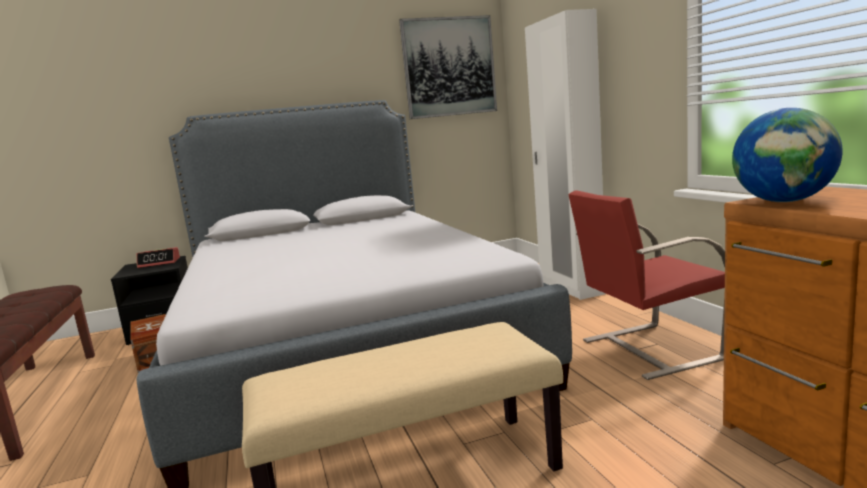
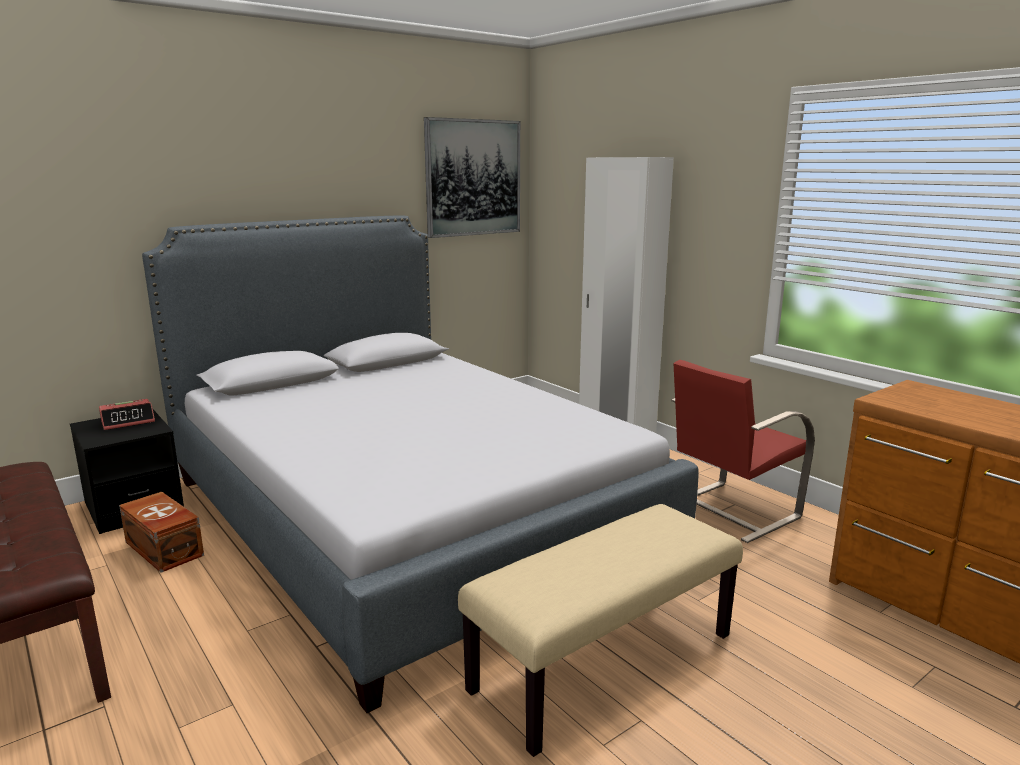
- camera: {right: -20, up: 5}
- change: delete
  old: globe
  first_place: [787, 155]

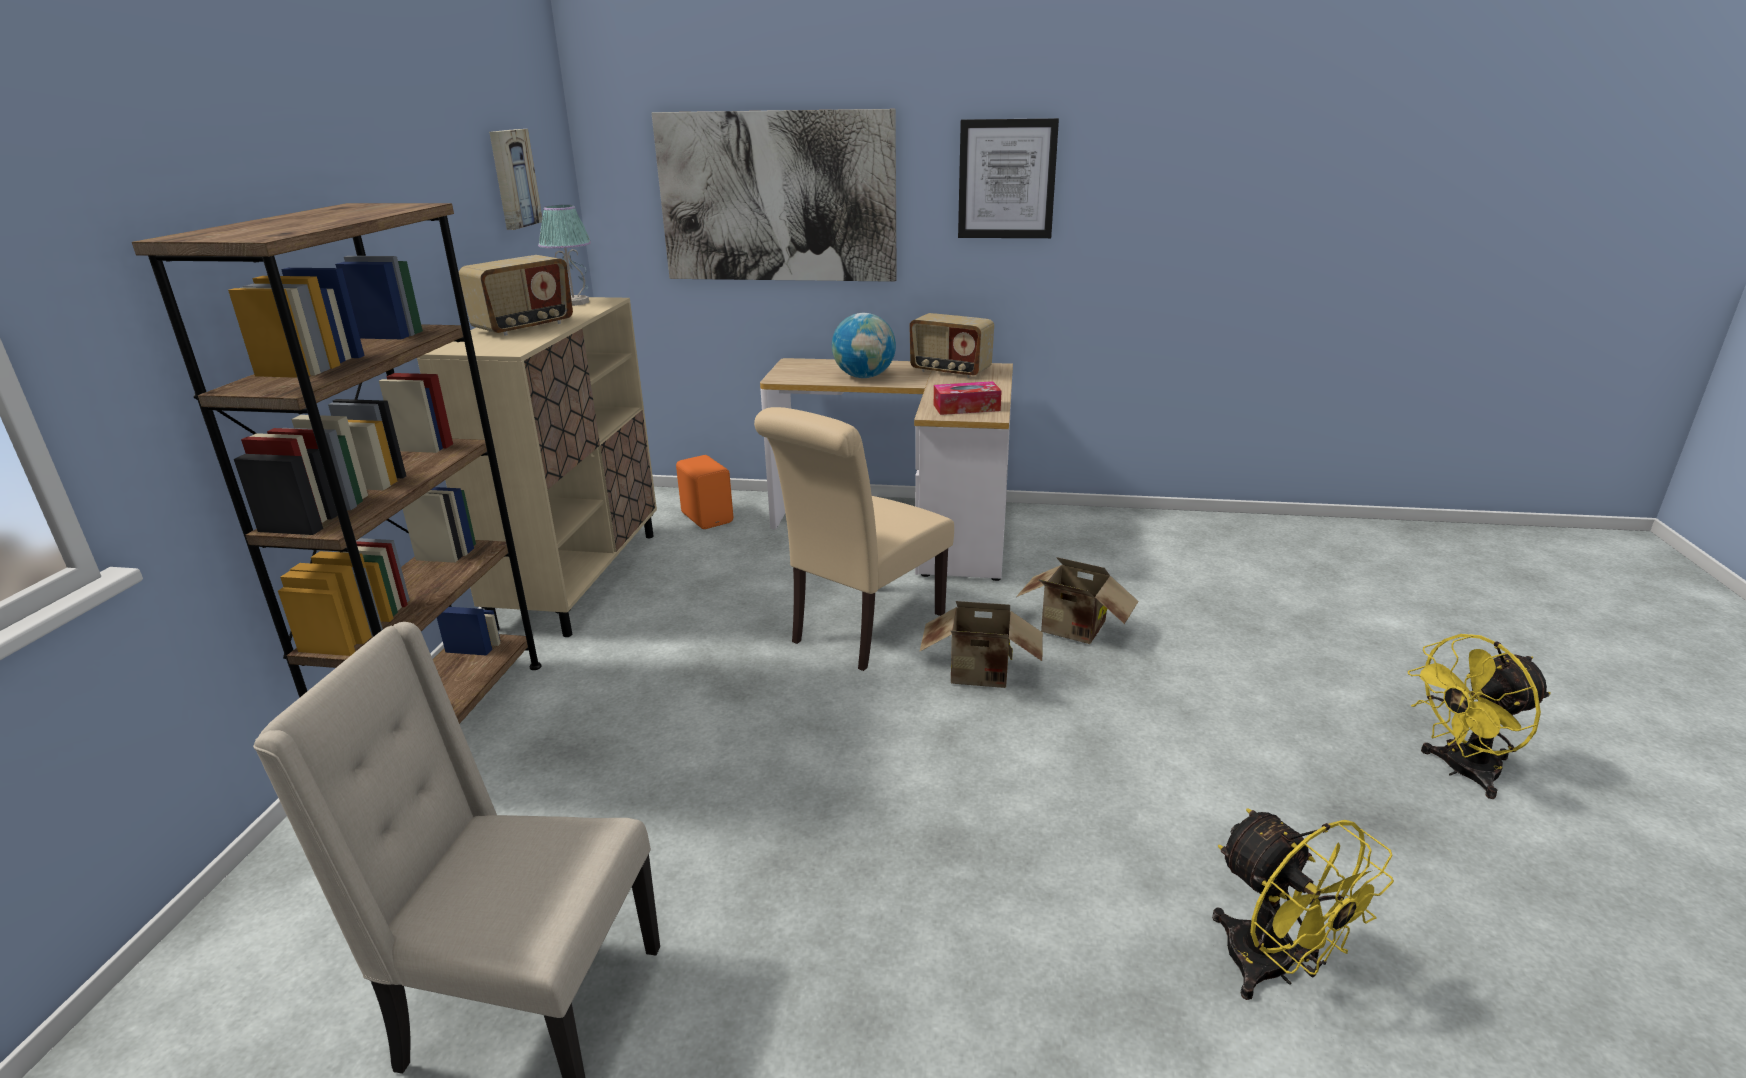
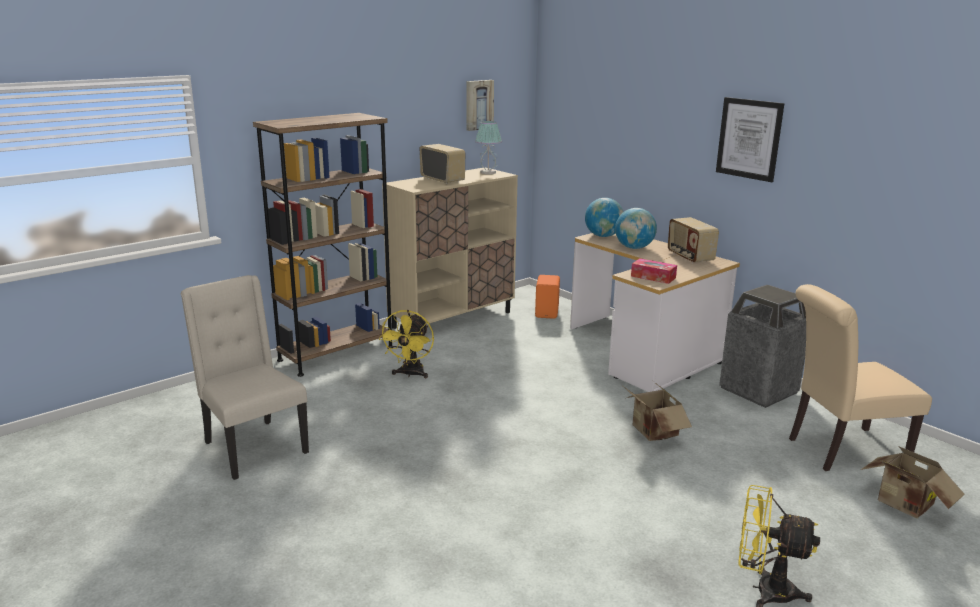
- camera: {right: 40, up: -5}
- change: move
  old: yellow fan
  first_place: [1303, 904]
  second_place: [406, 344]
- change: rotate
  old: radio
  first_place: [516, 295]
  second_place: [442, 164]
  degrees: -120
- change: insert
  new: globe
  second_place: [604, 217]
- change: insert
  new: trash can
  second_place: [762, 346]
- change: move
  old: beige chair
  first_place: [854, 539]
  second_place: [860, 377]
- change: move
  old: cardboard box
  first_place: [981, 644]
  second_place: [913, 482]
- change: delete
  old: picture
  first_place: [774, 195]

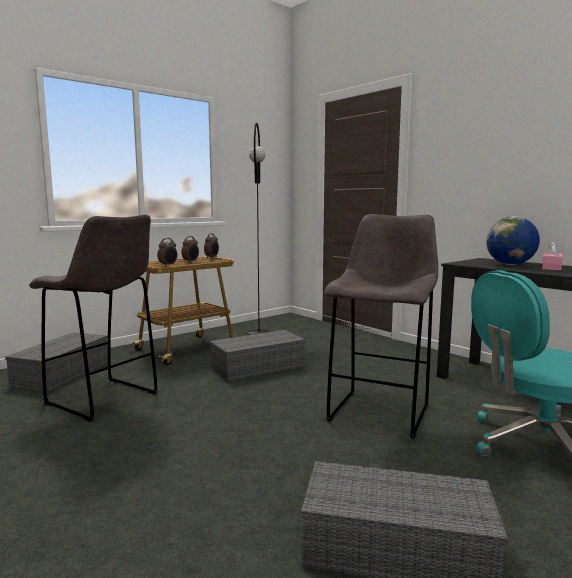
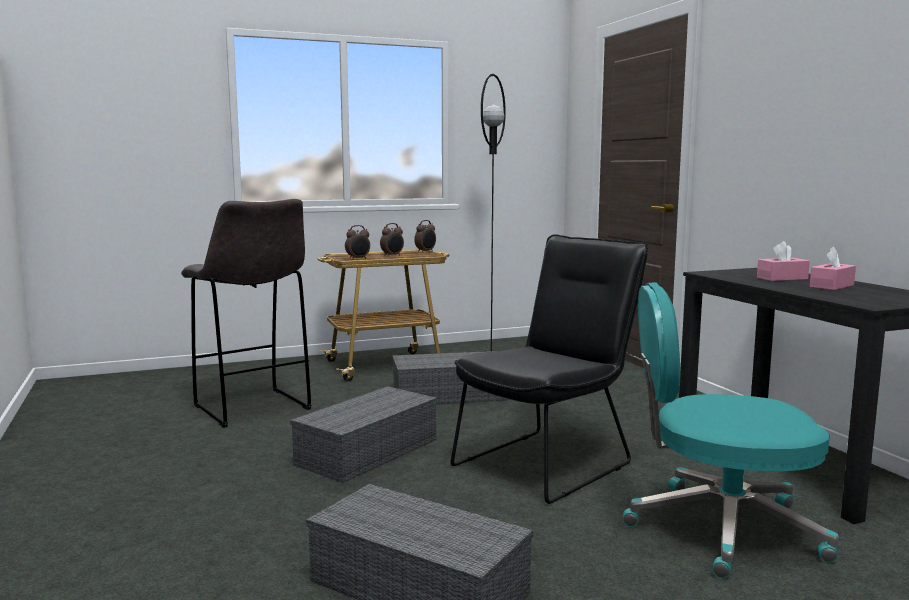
- camera: {right: 20, up: 0}
- change: move
  old: grey storage box
  first_place: [56, 362]
  second_place: [363, 434]
- change: replace
  old: grey stool
  new: black chair
  first_place: [381, 326]
  second_place: [549, 369]
- change: replace
  old: globe
  new: pink tissue box
  first_place: [513, 240]
  second_place: [783, 261]

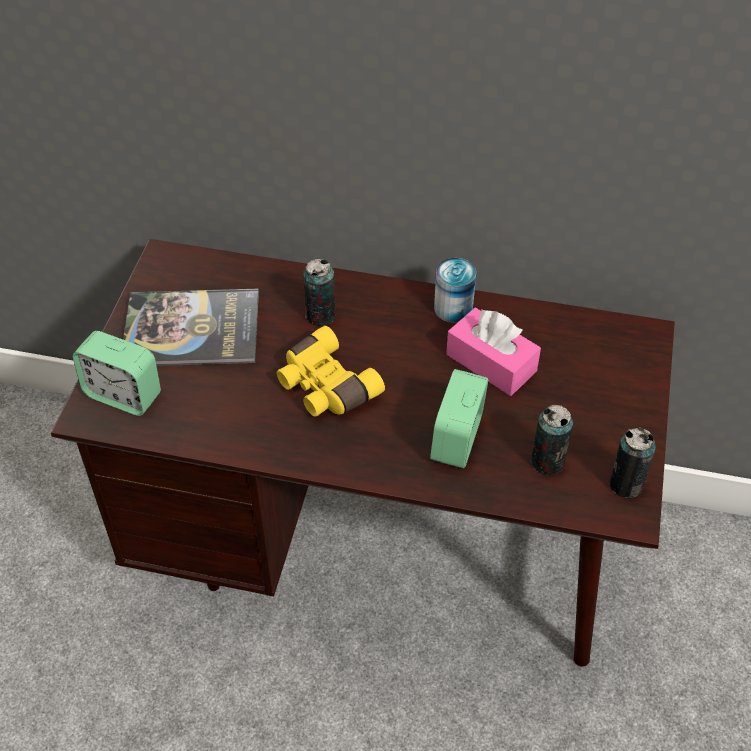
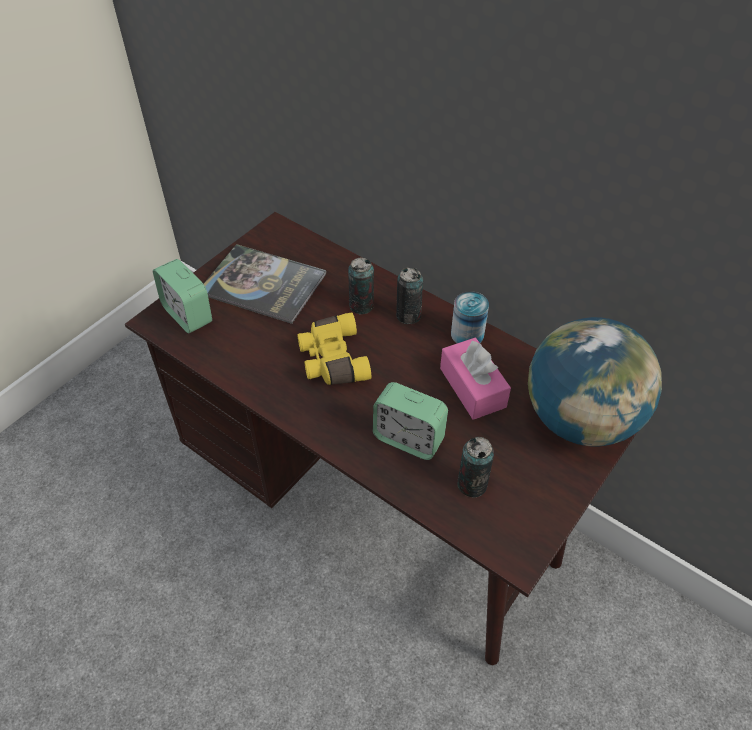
- camera: {right: 25, up: 0}
- change: rotate
  old: alarm clock
  first_place: [459, 418]
  second_place: [410, 421]
  degrees: -105
- change: move
  old: can
  first_place: [632, 462]
  second_place: [409, 295]
- change: insert
  new: globe
  second_place: [595, 382]

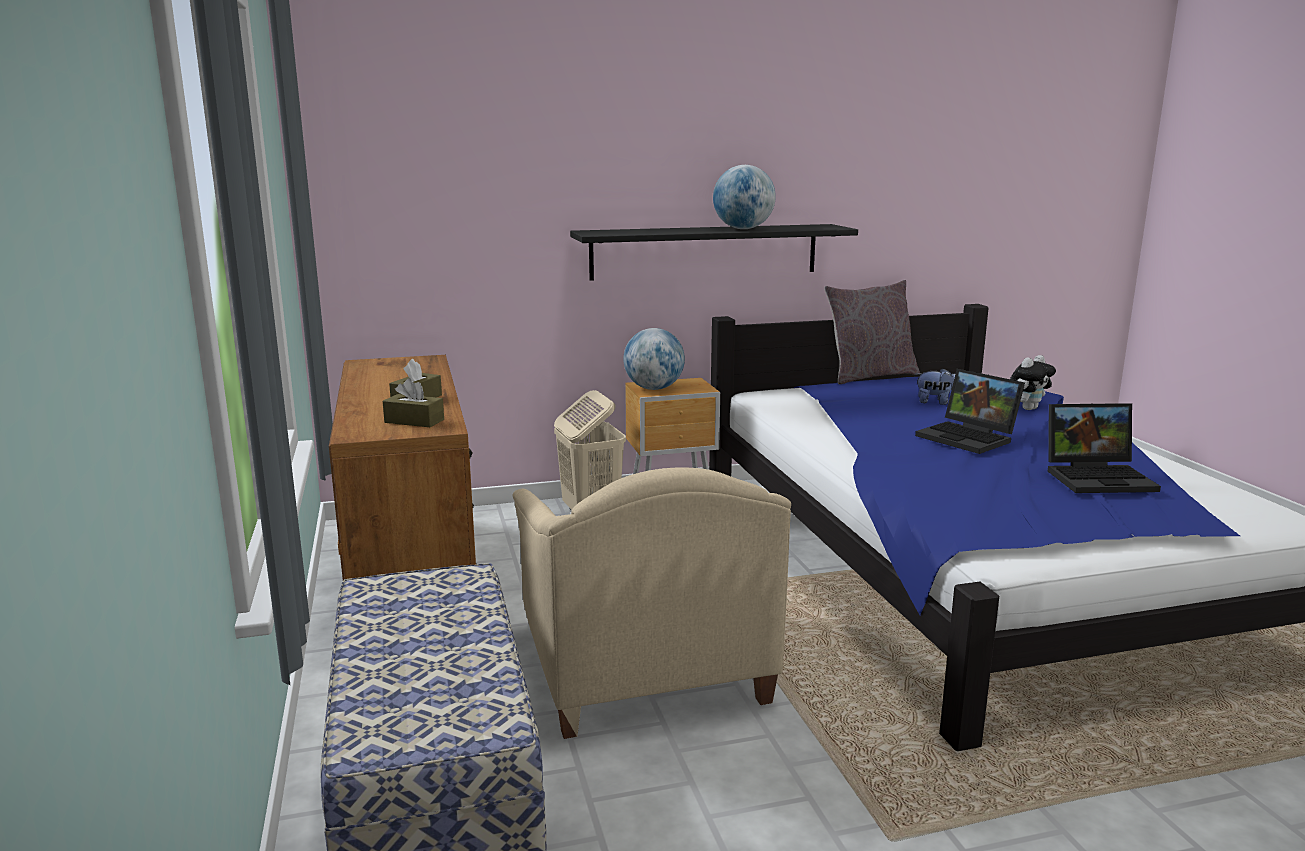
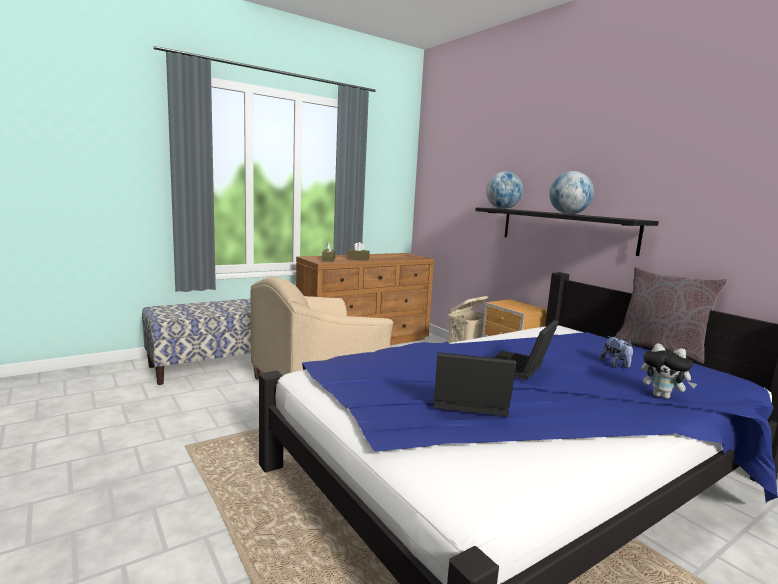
- camera: {right: 70, up: -5}
- change: rotate
  old: laptop
  first_place: [1104, 448]
  second_place: [475, 384]
  degrees: 120
- change: move
  old: globe
  first_place: [654, 359]
  second_place: [504, 190]

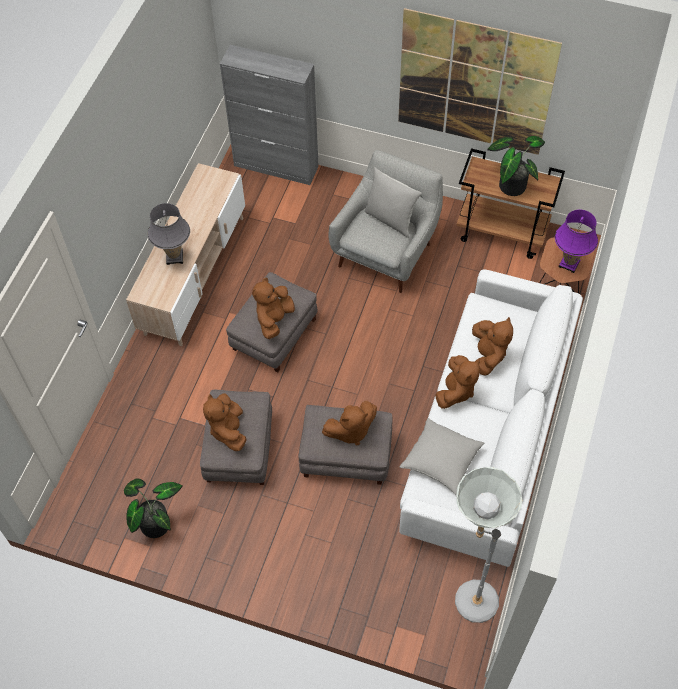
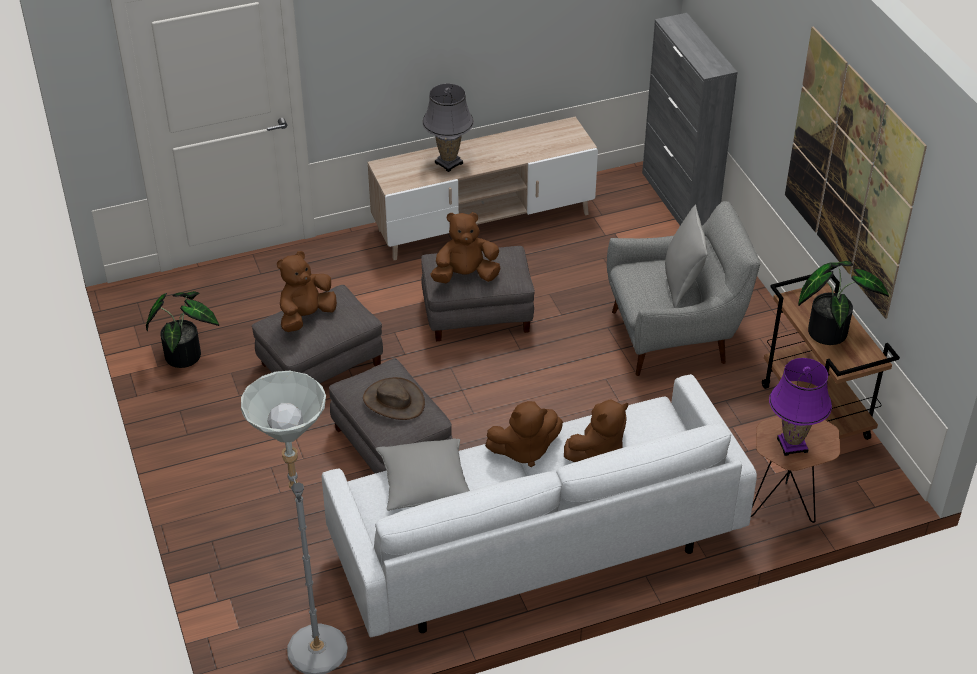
- camera: {right: 50, up: -15}
- change: replace
  old: brown plush toy
  new: brown hat
  first_place: [349, 423]
  second_place: [394, 398]

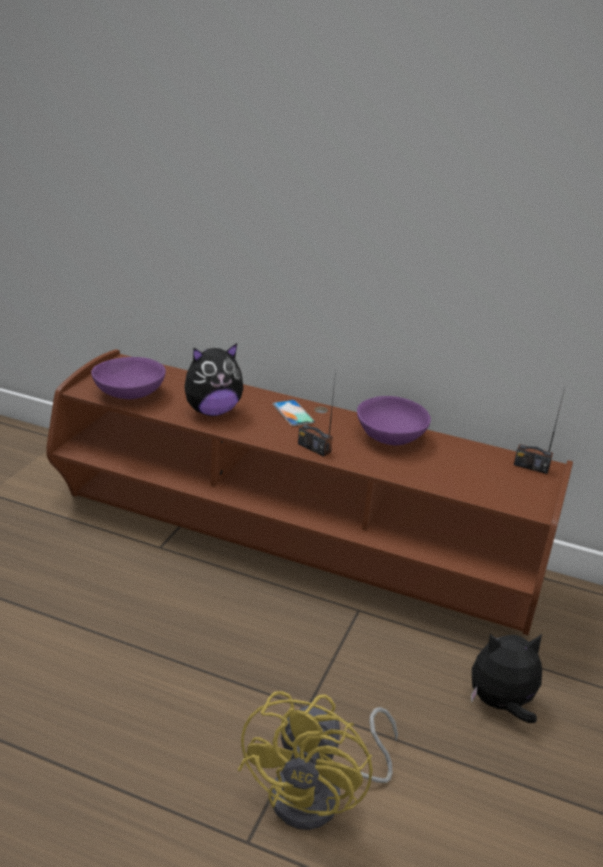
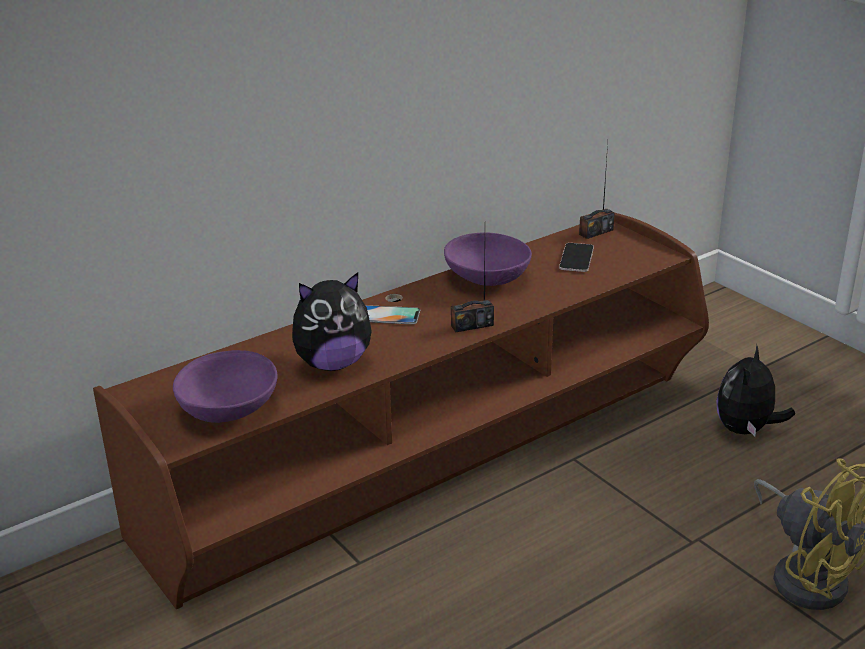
- camera: {right: -55, up: 0}
- change: rotate
  old: plush toy
  first_place: [213, 379]
  second_place: [332, 321]
  degrees: 60
- change: insert
  new: phone
  second_place: [576, 257]

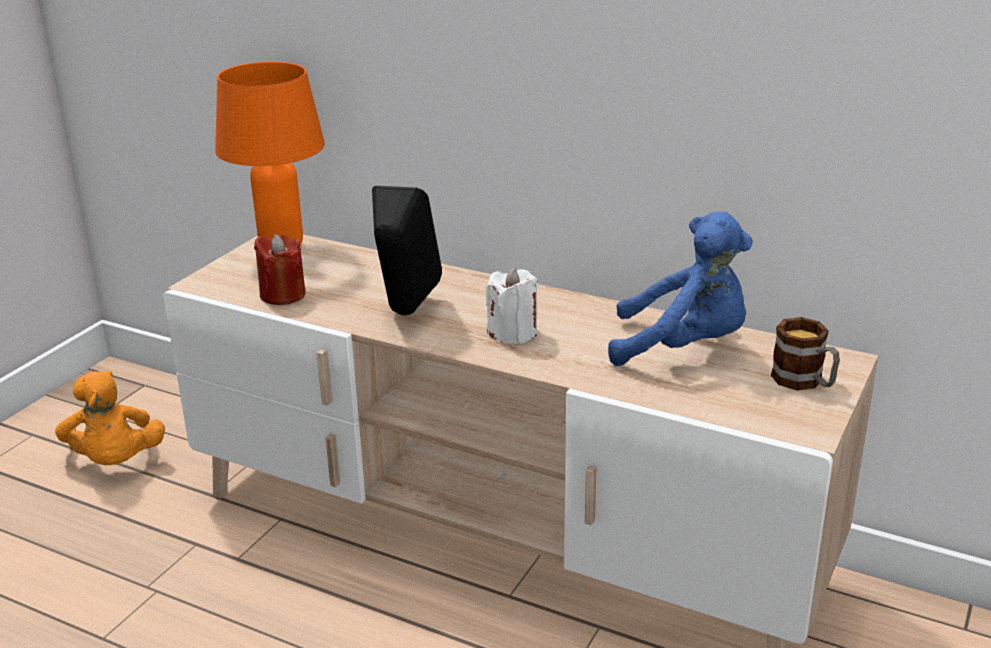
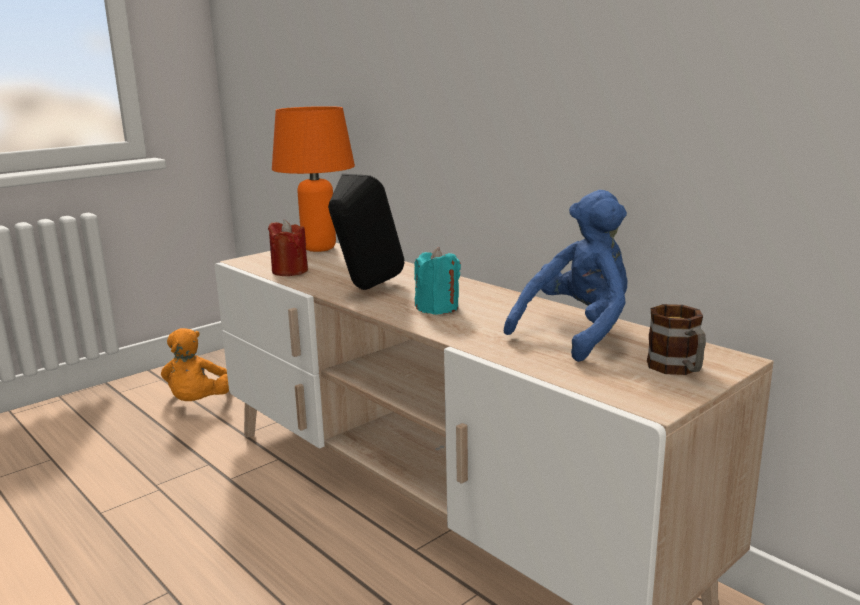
- camera: {right: 20, up: -10}
- change: recolor
  old: white candle
  new: turquoise candle
  first_place: [512, 305]
  second_place: [437, 281]
- change: rotate
  old: blue plush toy
  first_place: [680, 289]
  second_place: [566, 276]
  degrees: -75

